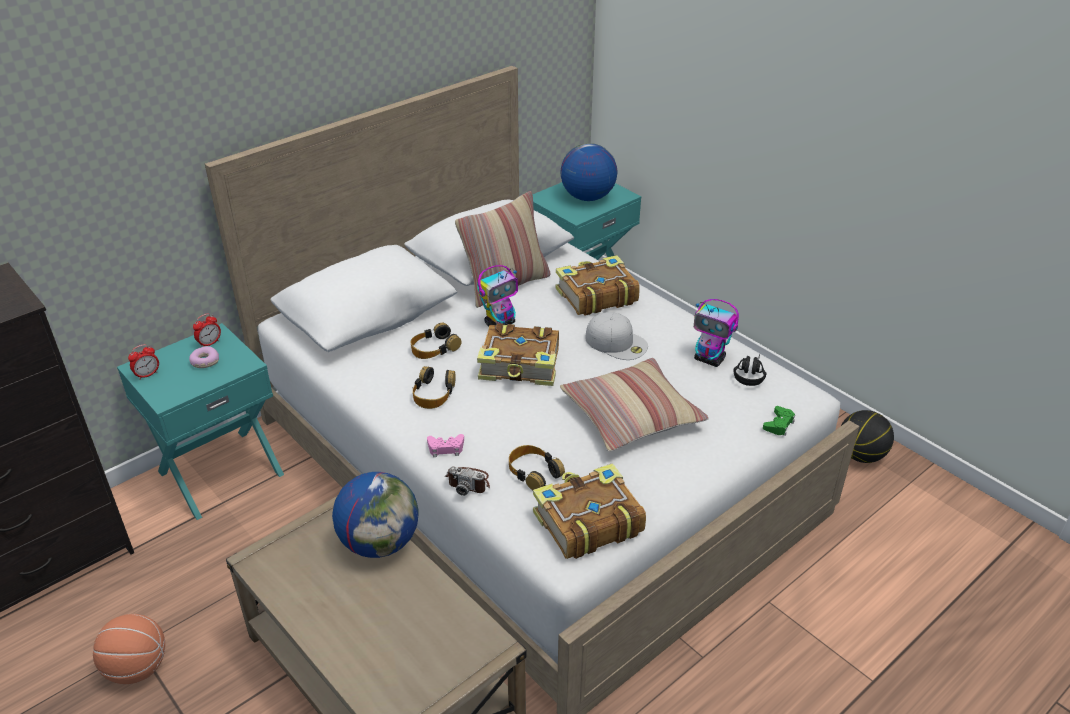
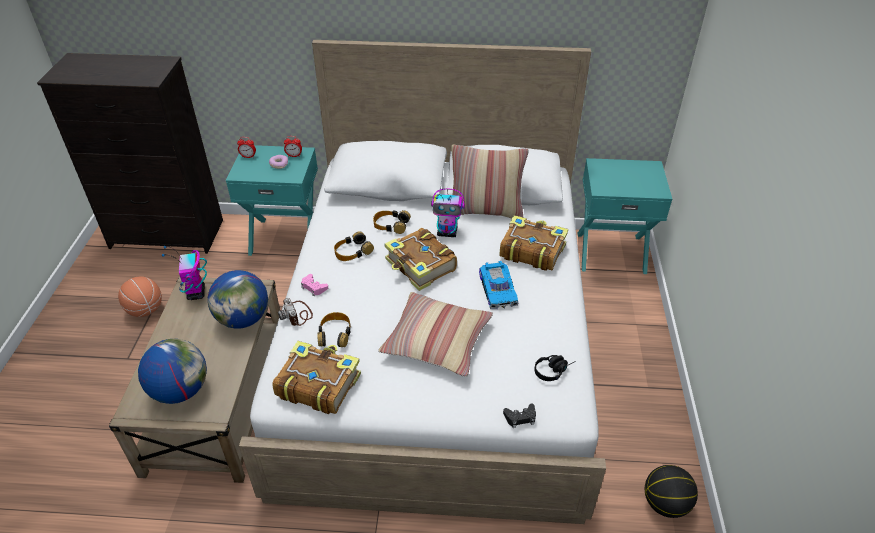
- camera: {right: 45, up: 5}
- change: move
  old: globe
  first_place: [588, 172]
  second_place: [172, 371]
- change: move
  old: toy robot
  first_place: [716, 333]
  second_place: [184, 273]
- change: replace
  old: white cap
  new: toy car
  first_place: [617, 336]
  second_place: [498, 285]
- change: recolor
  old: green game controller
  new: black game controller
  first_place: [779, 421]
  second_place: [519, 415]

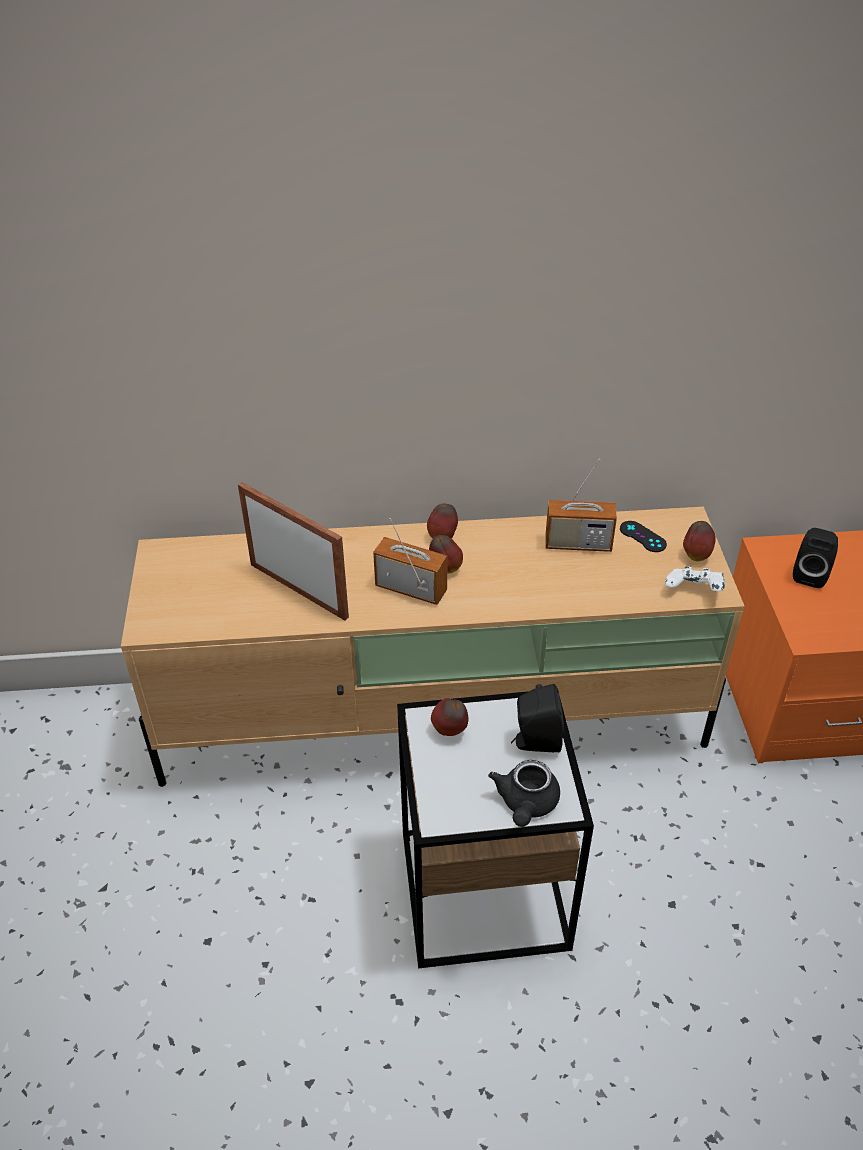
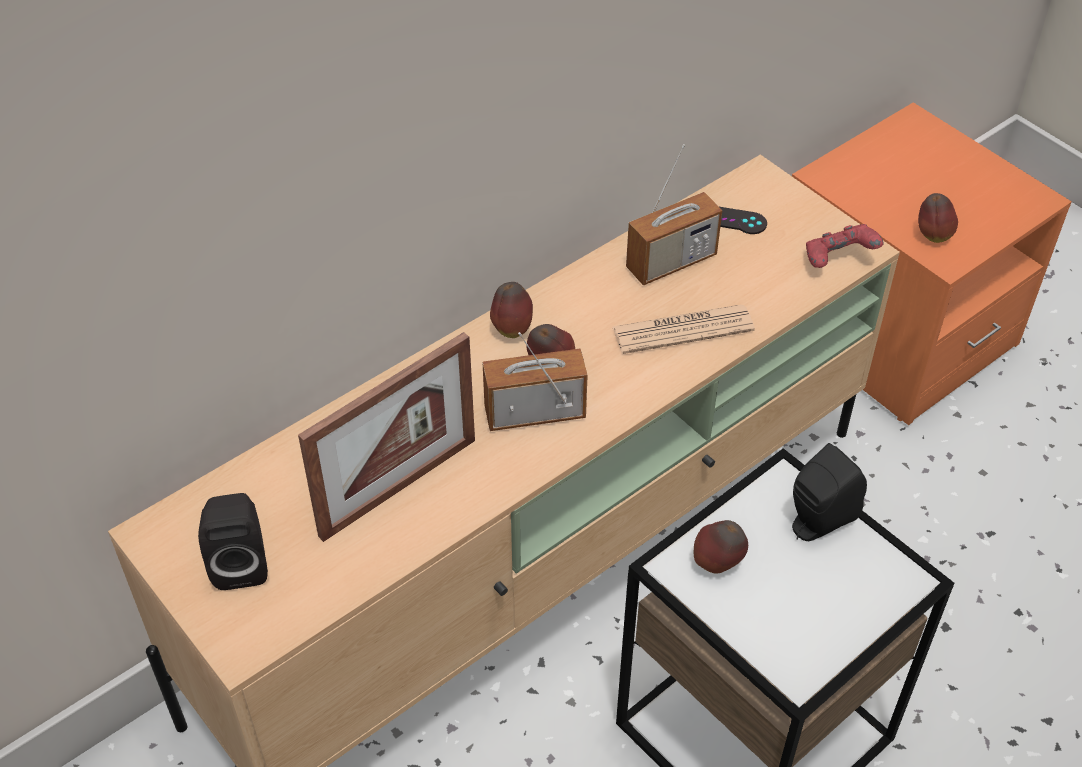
- camera: {right: -35, up: 5}
- change: move
  old: black speaker
  first_place: [815, 558]
  second_place: [233, 541]
- change: rotate
  old: picture frame
  first_place: [293, 551]
  second_place: [386, 437]
  degrees: 135
- change: insert
  new: newspaper
  second_place: [683, 329]
- change: recolor
  old: white game controller
  new: red game controller
  first_place: [695, 579]
  second_place: [845, 246]
- change: move
  old: apple
  first_place: [699, 541]
  second_place: [938, 218]
- change: delete
  old: black teapot
  first_place: [524, 793]

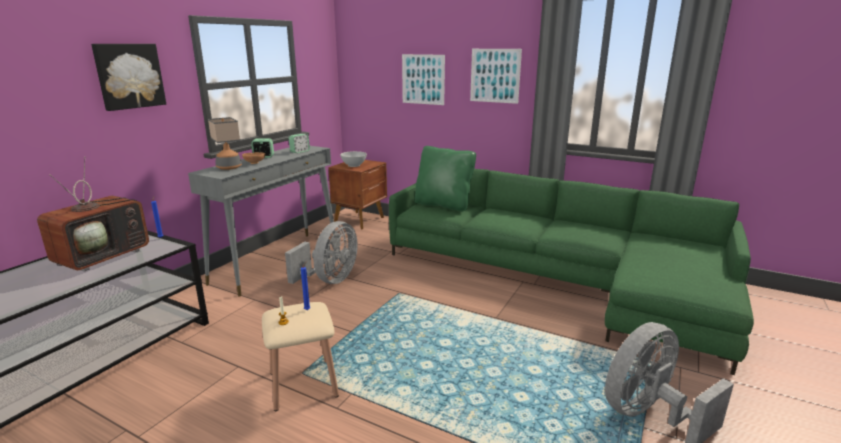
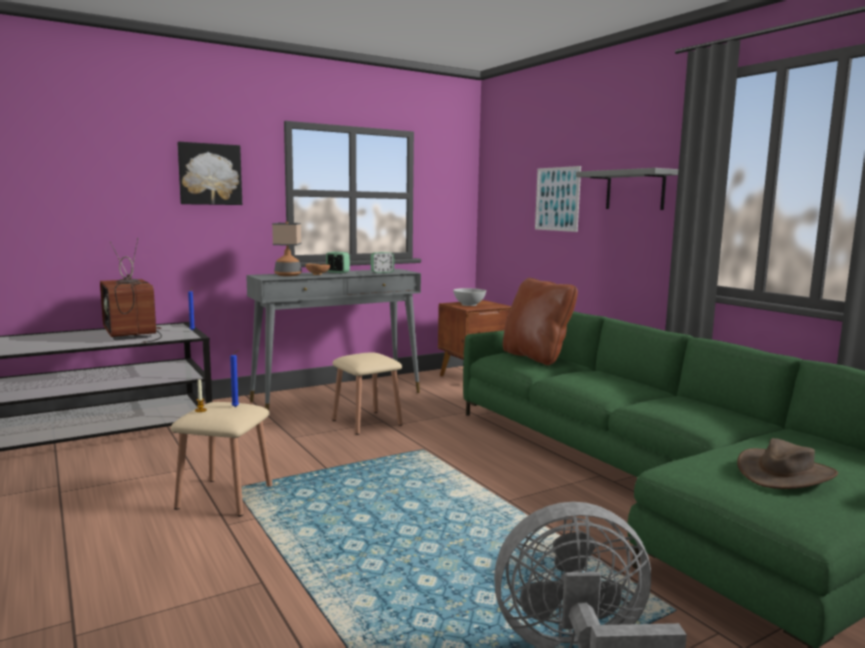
- camera: {right: 30, up: -10}
- change: rotate
  old: television
  first_place: [93, 213]
  second_place: [131, 290]
  degrees: 90
- change: replace
  old: grey fan
  new: beige stool
  first_place: [321, 252]
  second_place: [367, 393]
- change: recolor
  old: green pillow
  new: brown pillow
  first_place: [445, 178]
  second_place: [540, 321]
- change: replace
  old: picture
  new: grey shelf
  first_place: [496, 76]
  second_place: [627, 189]
- change: insert
  new: brown hat
  second_place: [787, 463]

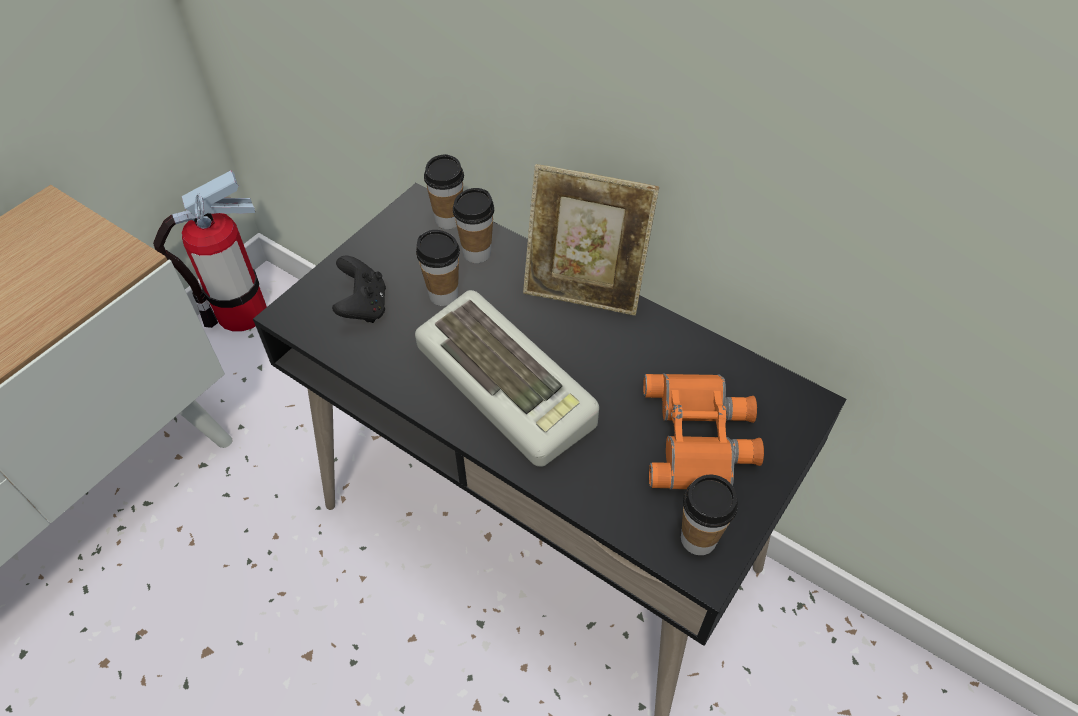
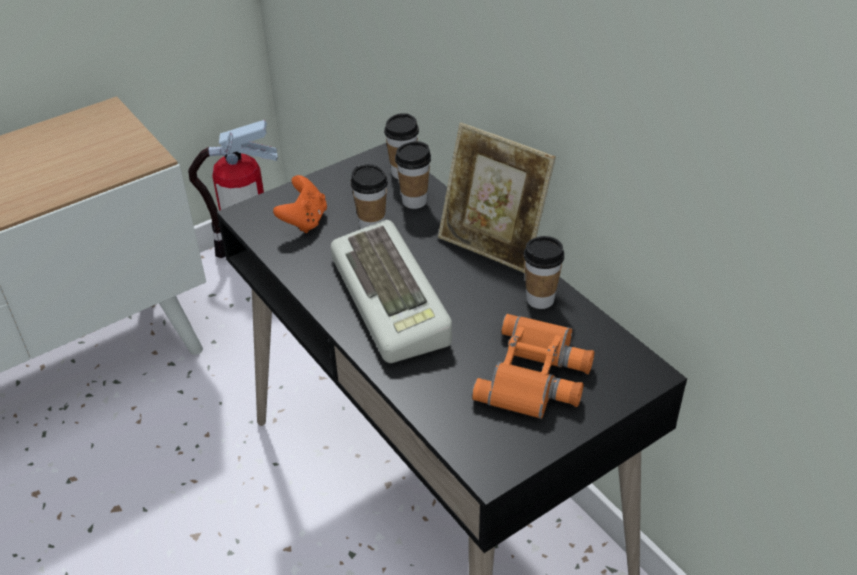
- camera: {right: 20, up: -10}
- change: recolor
  old: black game controller
  new: orange game controller
  first_place: [359, 289]
  second_place: [300, 204]
- change: move
  old: cup
  first_place: [709, 515]
  second_place: [543, 272]

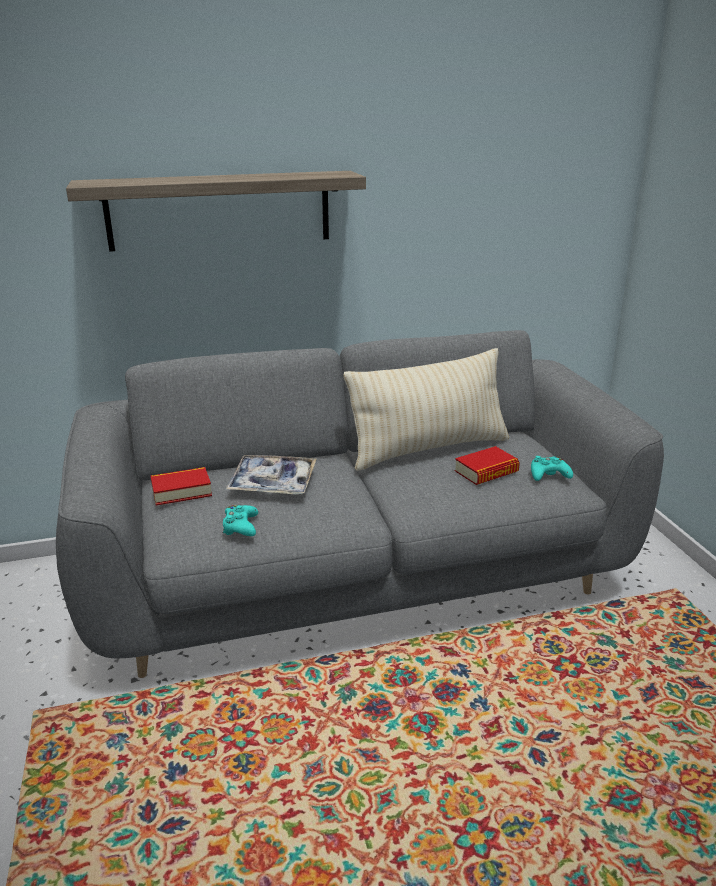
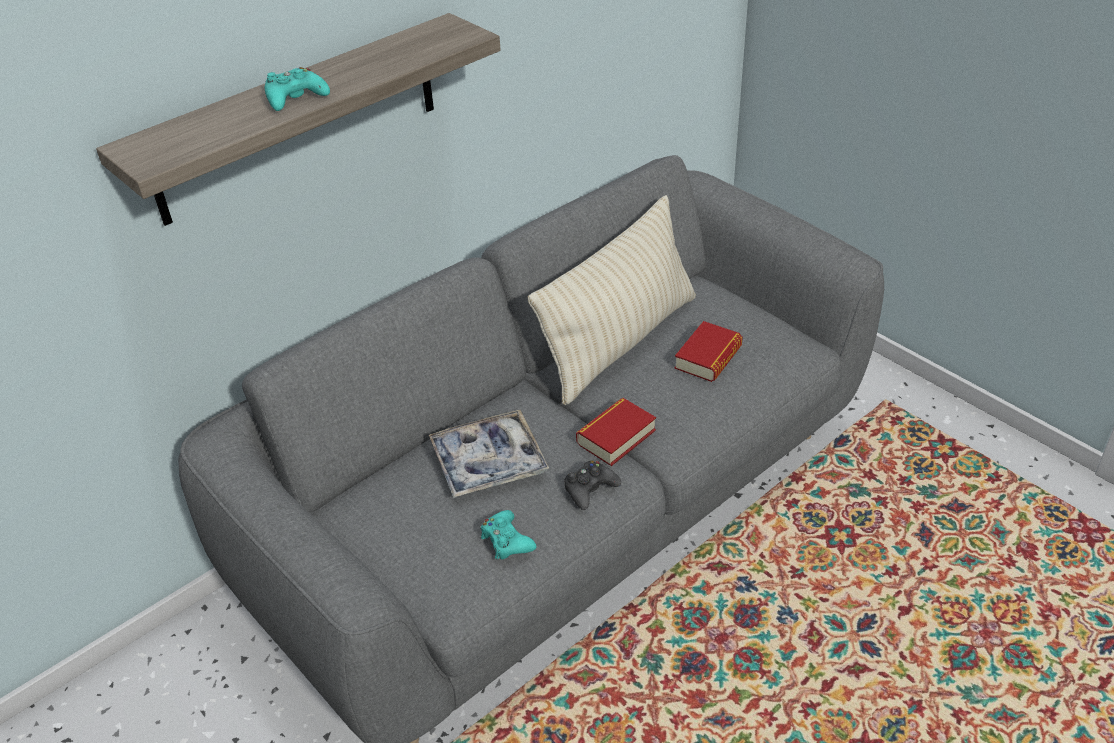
- camera: {right: -25, up: 15}
- change: move
  old: turquoise game controller
  first_place: [552, 468]
  second_place: [297, 89]
- change: insert
  new: black game controller
  second_place: [592, 485]
- change: move
  old: book
  first_place: [181, 486]
  second_place: [616, 432]

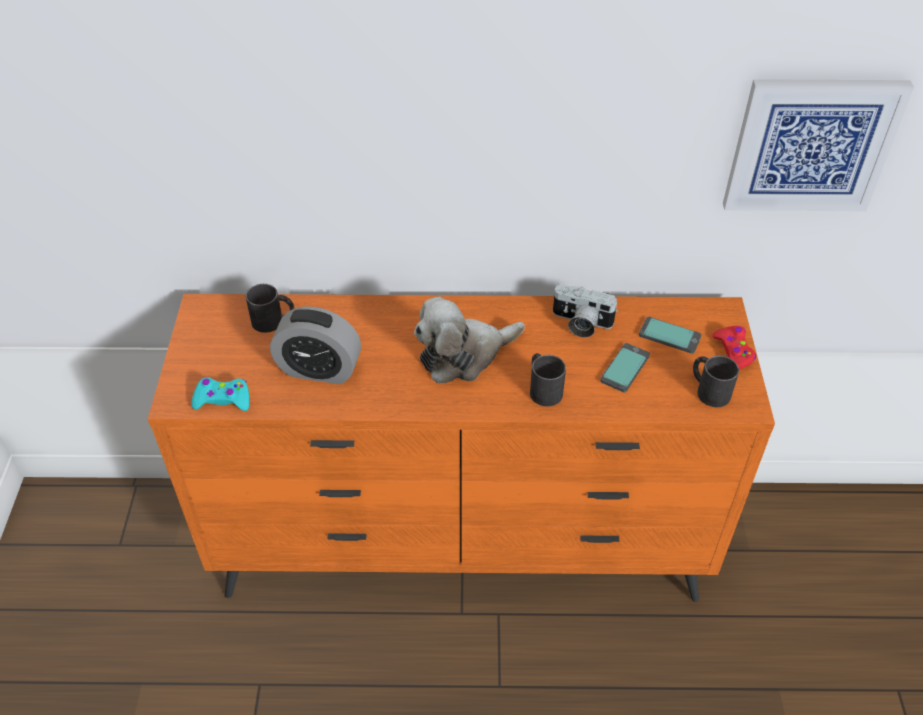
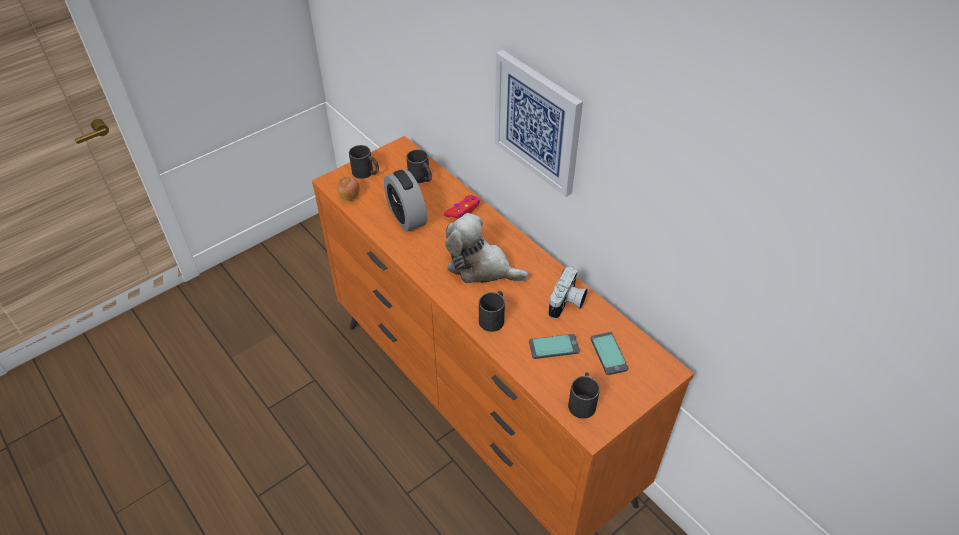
- camera: {right: 50, up: 0}
- change: replace
  old: turquoise game controller
  new: apple
  first_place: [220, 394]
  second_place: [349, 189]
- change: insert
  new: black mug
  second_place: [364, 162]
- change: move
  old: red game controller
  first_place: [734, 348]
  second_place: [462, 207]
- change: move
  old: picture
  first_place: [818, 145]
  second_place: [538, 123]
- change: rotate
  old: photo camera
  first_place: [585, 311]
  second_place: [568, 293]
  degrees: -135

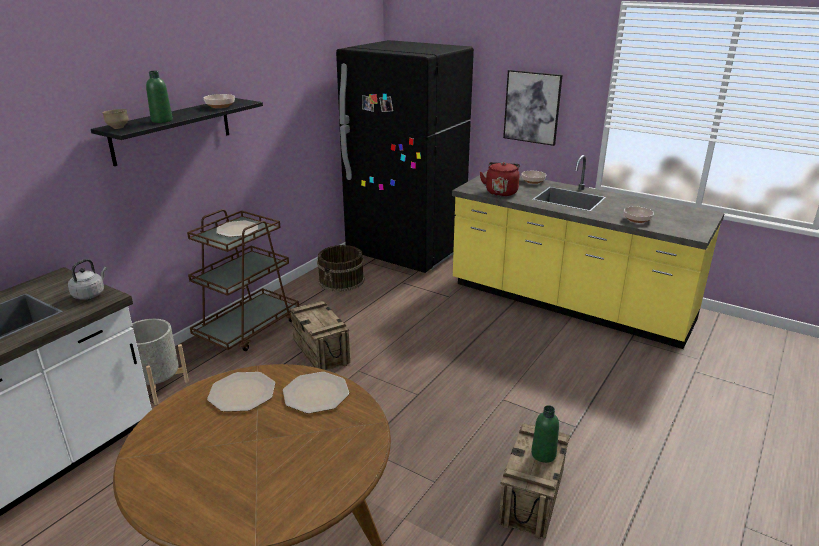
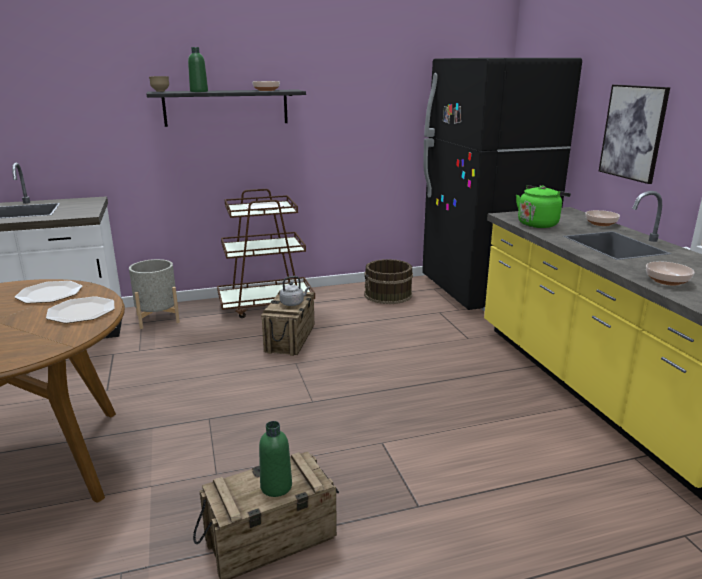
- camera: {right: 40, up: -5}
- change: move
  old: grey kettle
  first_place: [87, 279]
  second_place: [294, 291]
- change: recolor
  old: red kettle
  new: green kettle
  first_place: [500, 179]
  second_place: [543, 206]

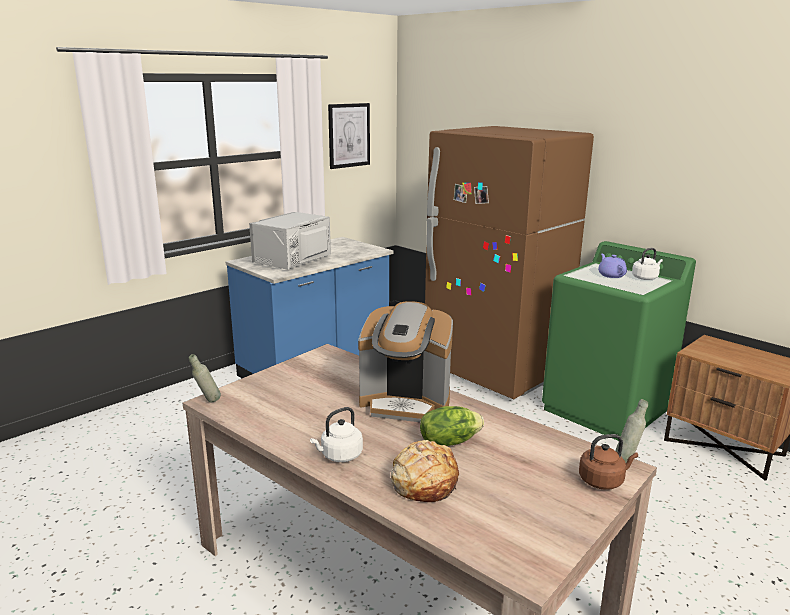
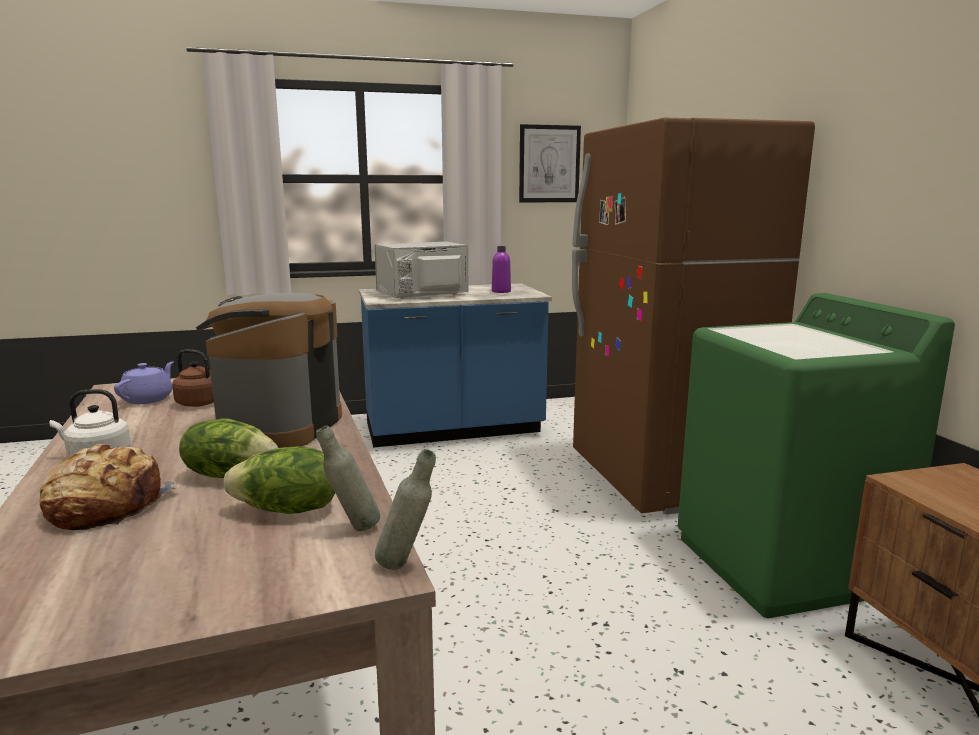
- camera: {right: 30, up: -5}
- change: move
  old: purple teapot
  first_place: [612, 266]
  second_place: [143, 382]
- change: move
  old: brown kettle
  first_place: [608, 462]
  second_place: [193, 378]
- change: rotate
  old: coffee machine
  first_place: [405, 361]
  second_place: [269, 370]
  degrees: 60
- change: insert
  new: lettuce
  second_place: [279, 480]
- change: move
  old: grey bottle
  first_place: [205, 378]
  second_place: [348, 478]
- change: insert
  new: purple bottle
  second_place: [501, 269]
- change: delete
  old: white kettle
  first_place: [647, 264]

